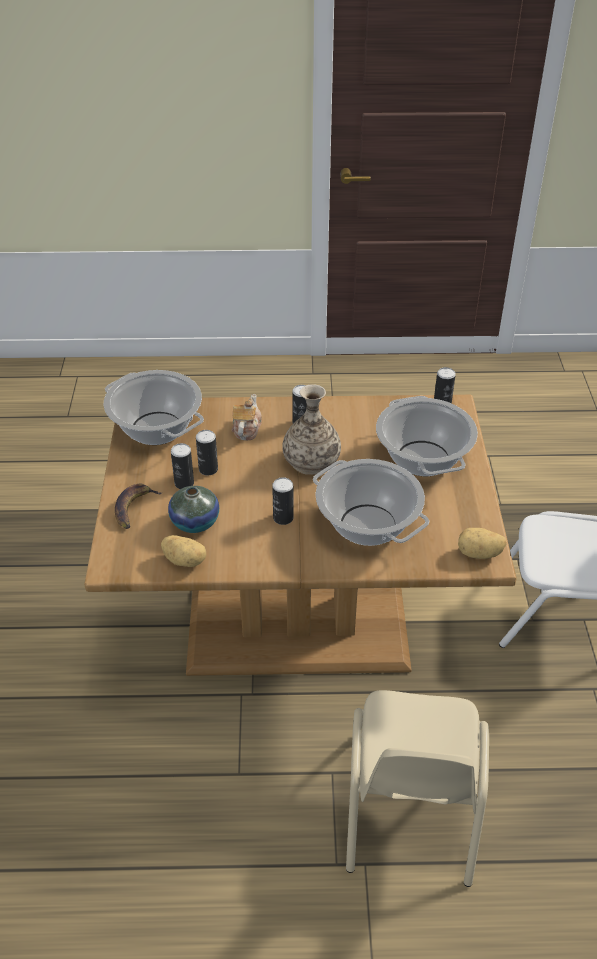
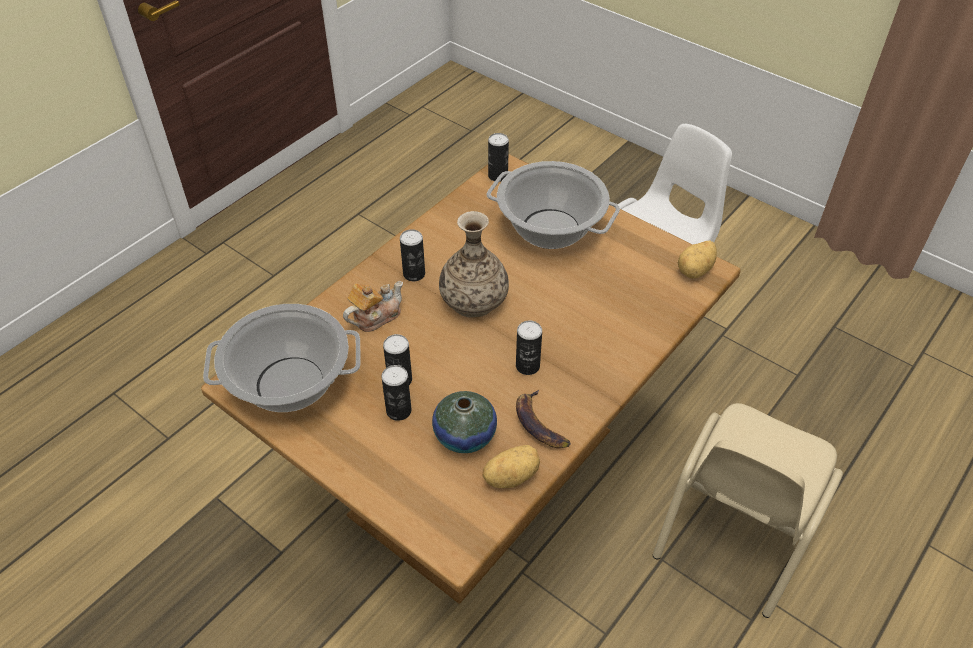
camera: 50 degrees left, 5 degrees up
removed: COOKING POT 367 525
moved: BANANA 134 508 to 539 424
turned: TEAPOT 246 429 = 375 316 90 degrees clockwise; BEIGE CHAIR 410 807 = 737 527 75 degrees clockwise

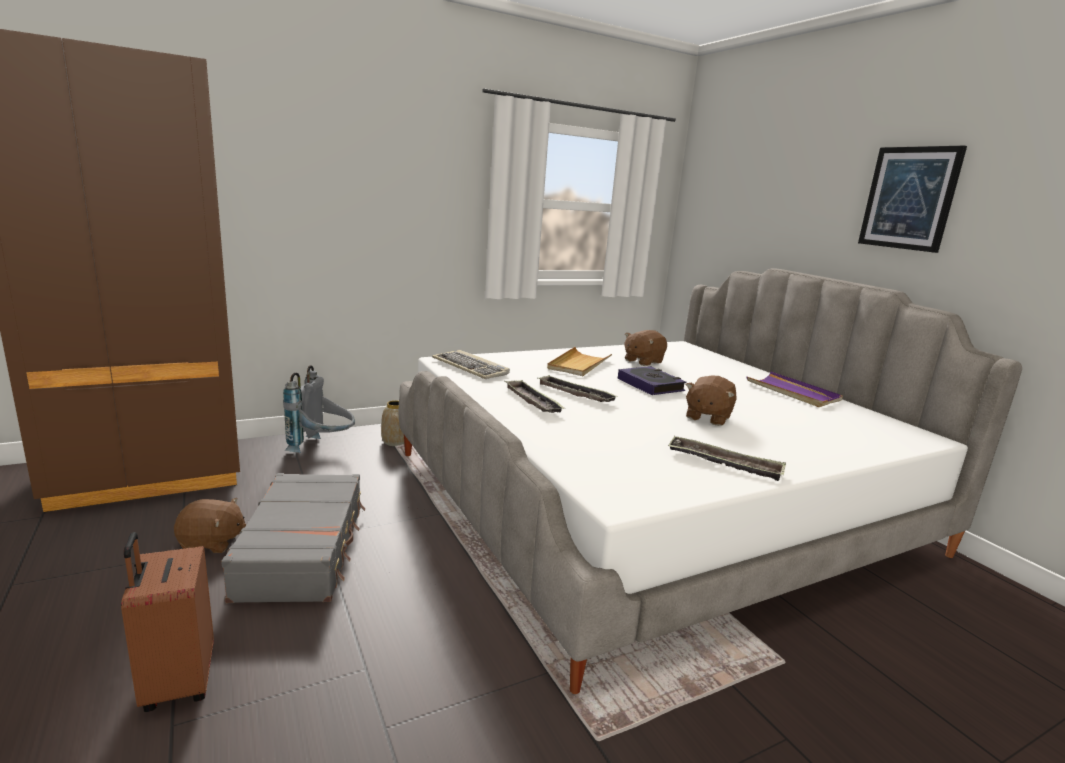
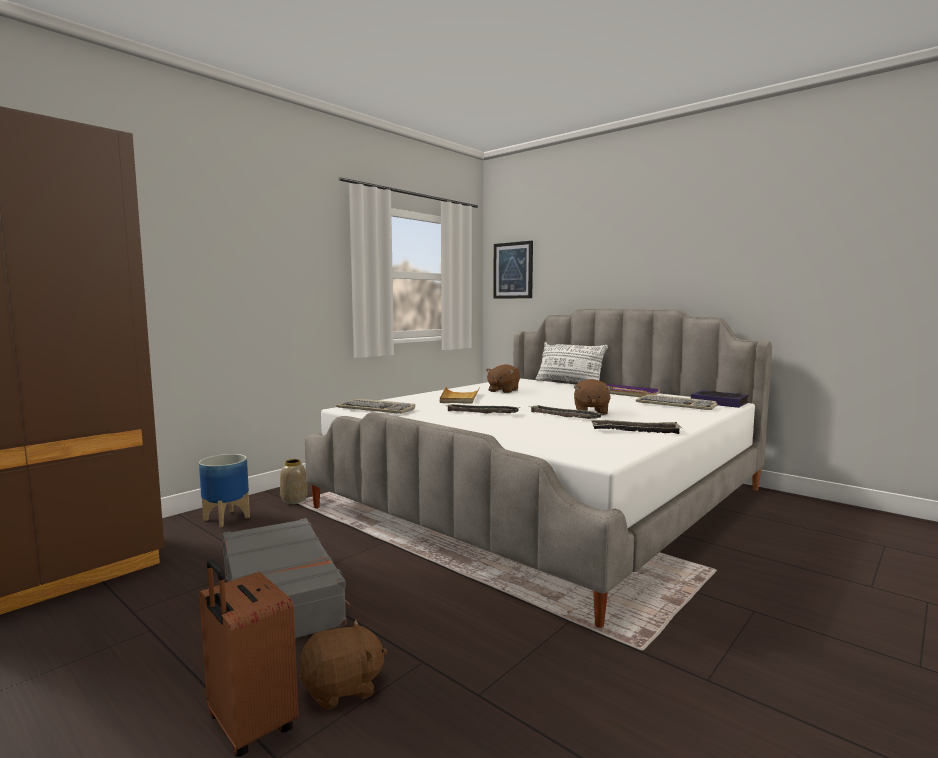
camera: 20 degrees left, 10 degrees down
added: WHITE PILLOW 569 383; KEYBOARD 676 405
moved: BROWN PLUSH TOY 212 543 to 342 688; PICTURE 909 198 to 513 270; TRAY 532 401 to 564 416; BOOK 650 385 to 719 403
replaced: GREY BACKPACK 323 448 to PLANTER 226 518

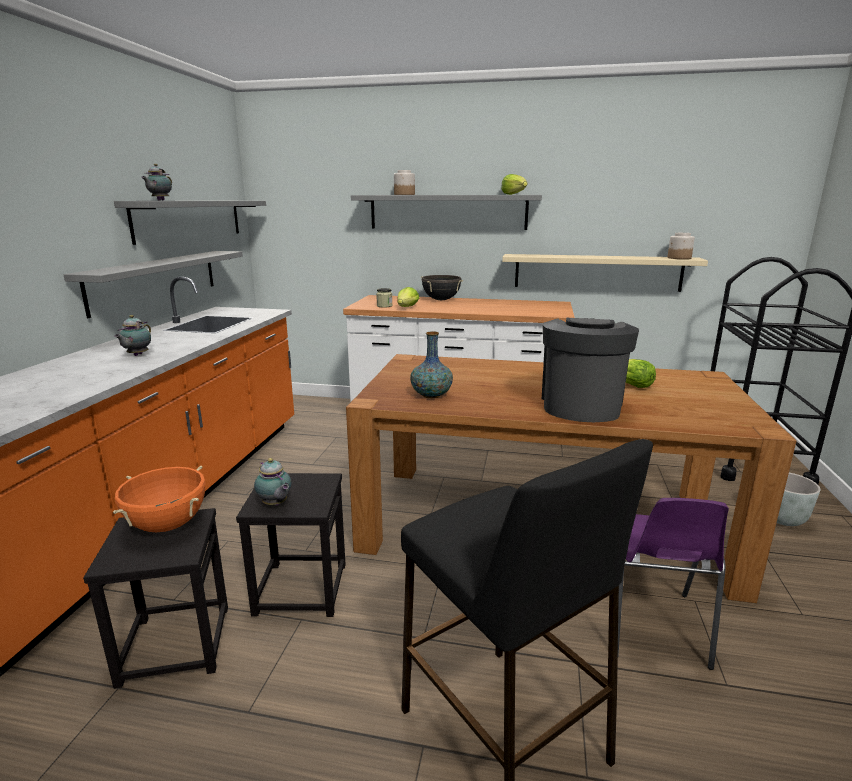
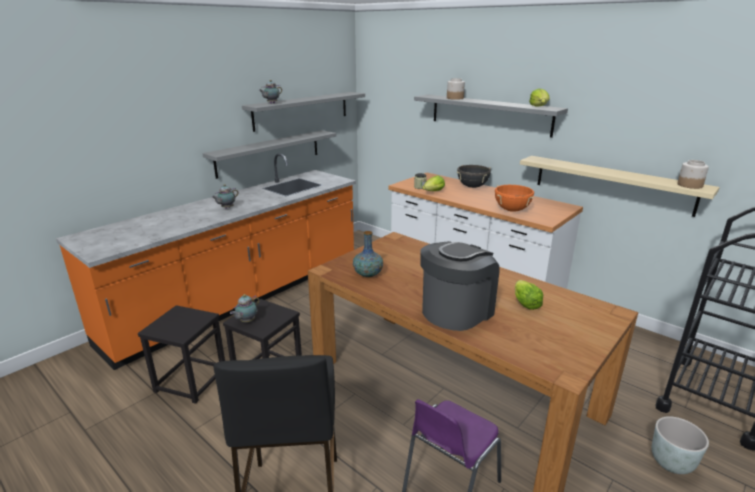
camera: 30 degrees right, 5 degrees up
moved: ORANGE COOKING POT 168 525 to 512 210
turned: TEAPOT 275 504 = 246 321 45 degrees clockwise

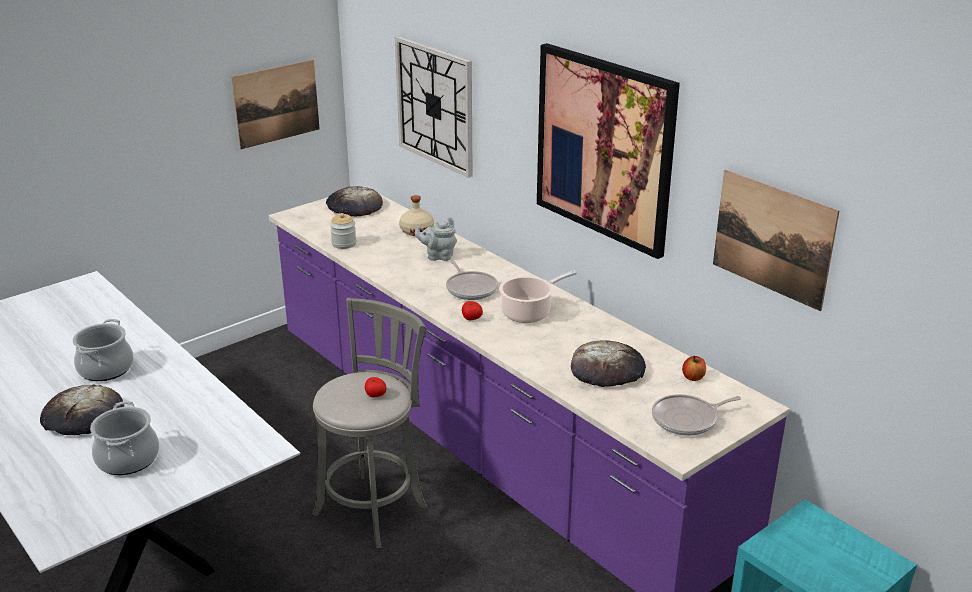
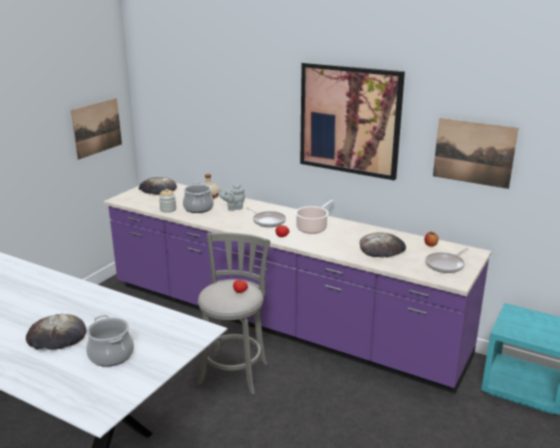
camera: 20 degrees left, 5 degrees down
removed: WALL CLOCK 435 105
moved: COOKING POT 106 369 to 198 208

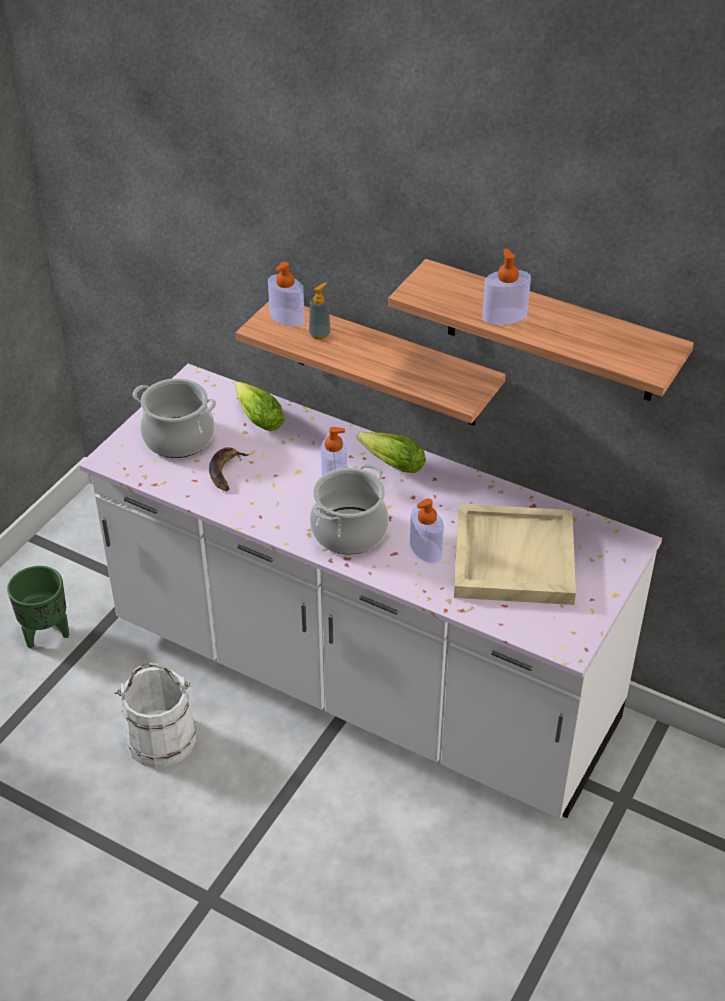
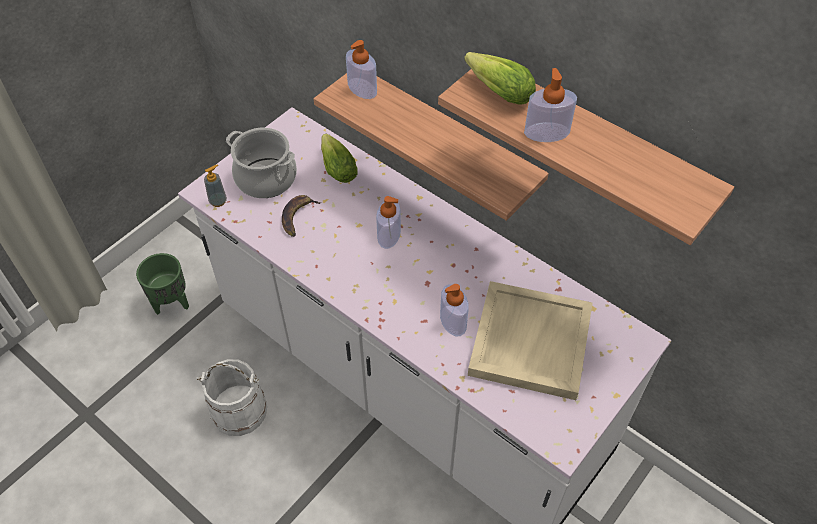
camera: 10 degrees right, 10 degrees up
removed: COOKING POT 349 531
moved: SOAP DISPENSER 320 334 to 218 201; LETTUCE 389 463 to 496 90

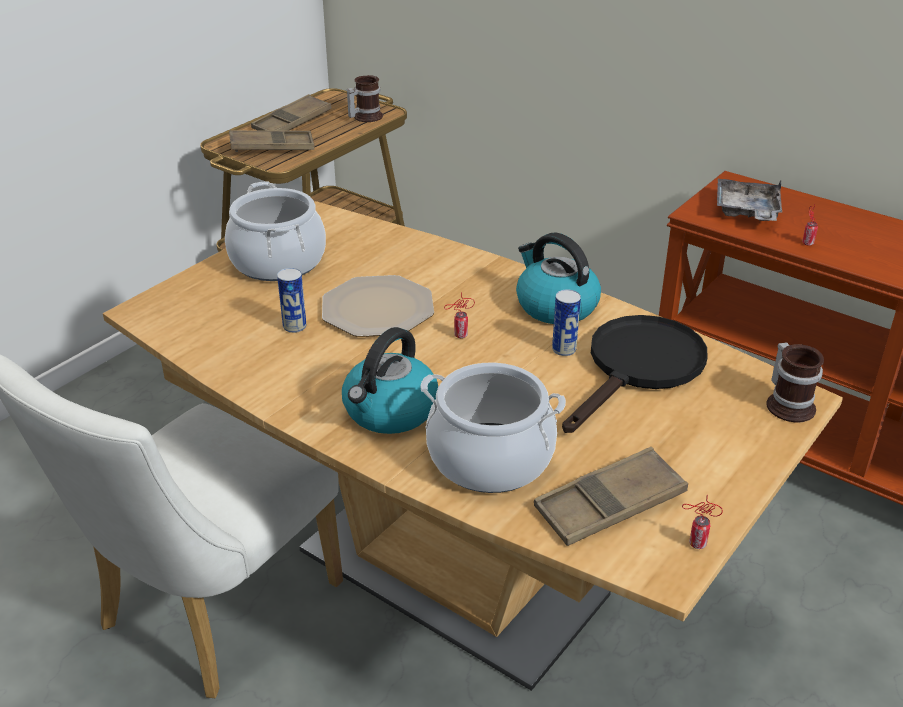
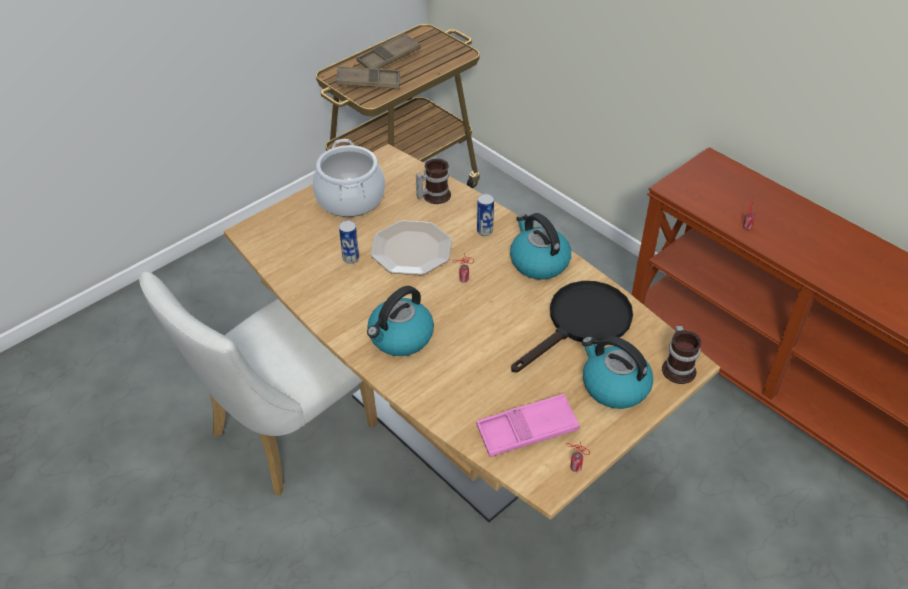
camera: 10 degrees right, 10 degrees up
removed: COOKING POT 490 459; GREY TRAY 747 212
added: KETTLE 614 386
moved: MUG 365 117 to 433 195; CAN 564 349 to 484 231
recoloured: BROWN TRAY 609 504 to PINK TRAY 527 430

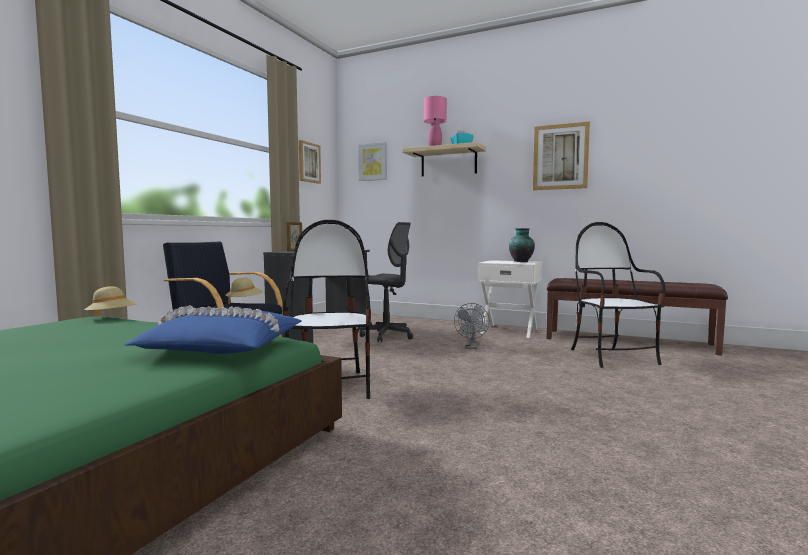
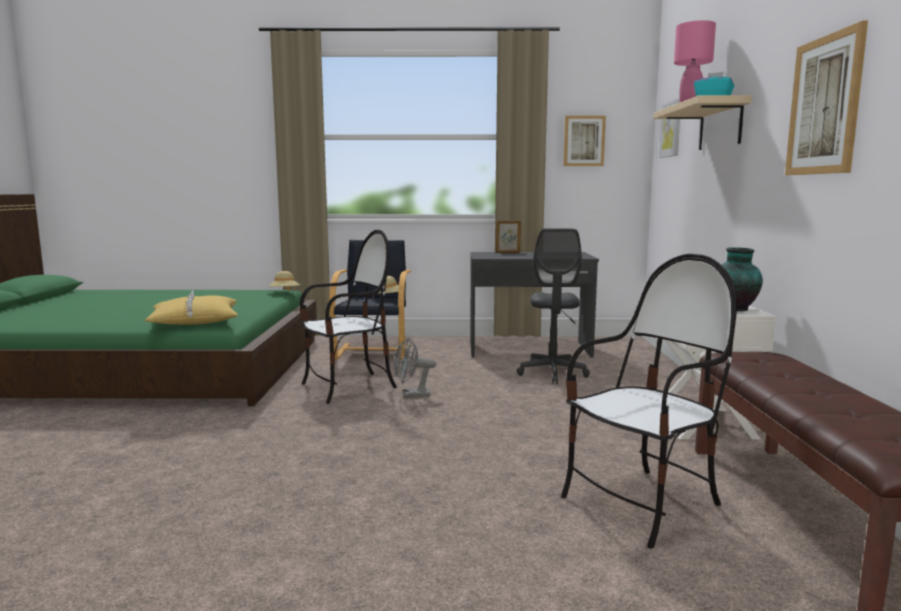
camera: 65 degrees right, 5 degrees up
moved: GREY FAN 472 347 to 411 395
recoloured: BLUE PILLOW 222 348 to YELLOW PILLOW 194 321

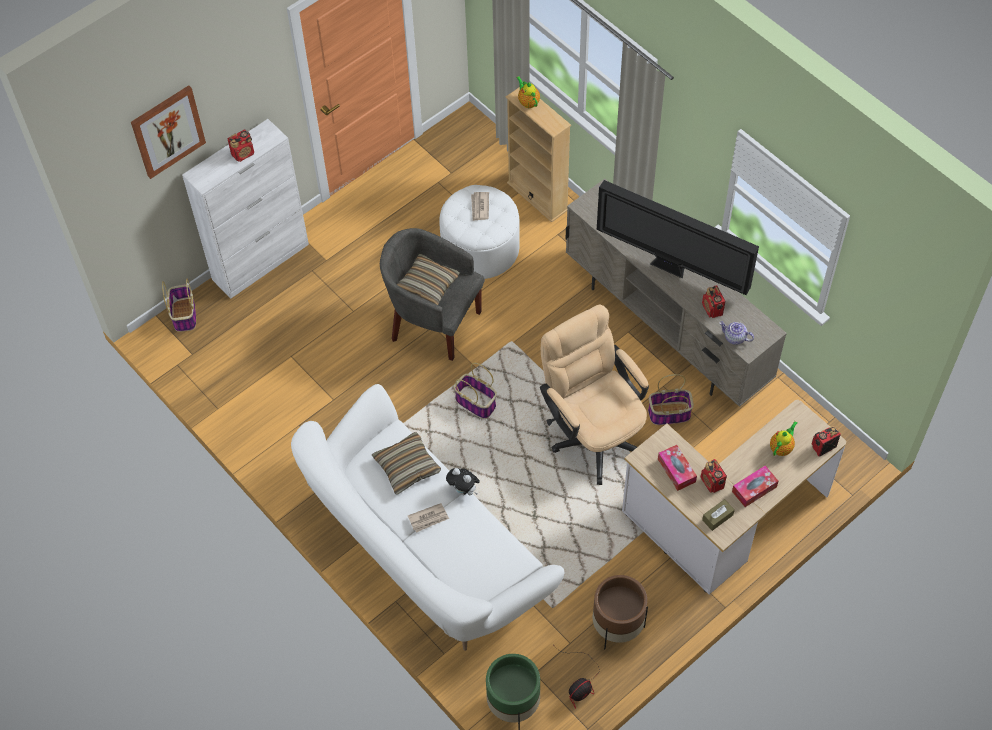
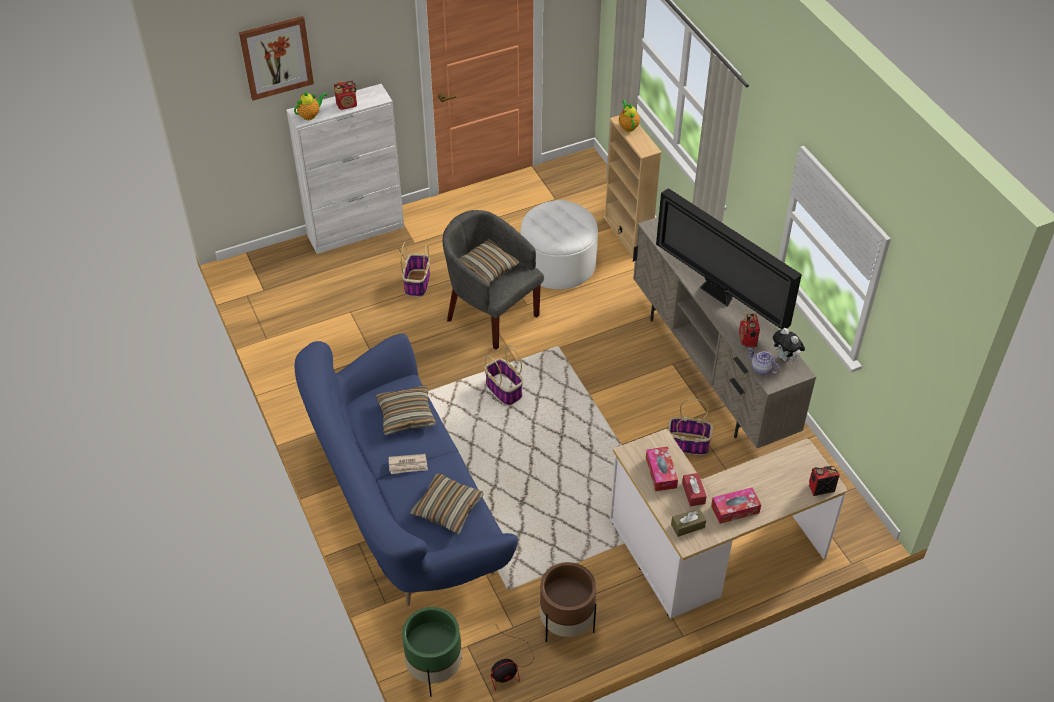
camera: 15 degrees right, 10 degrees down
removed: NEWSPAPER 479 207; BEIGE OFFICE CHAIR 593 432
added: PILLOW 447 508
moved: TEAPOT 781 447 to 310 115; BASKET 184 314 to 417 283; PLUSH TOY 464 490 to 786 358
replaced: RADIO 712 483 to RED TISSUE BOX 693 493
recoloured: WHITE SOFA 425 552 to BLUE SOFA 404 507

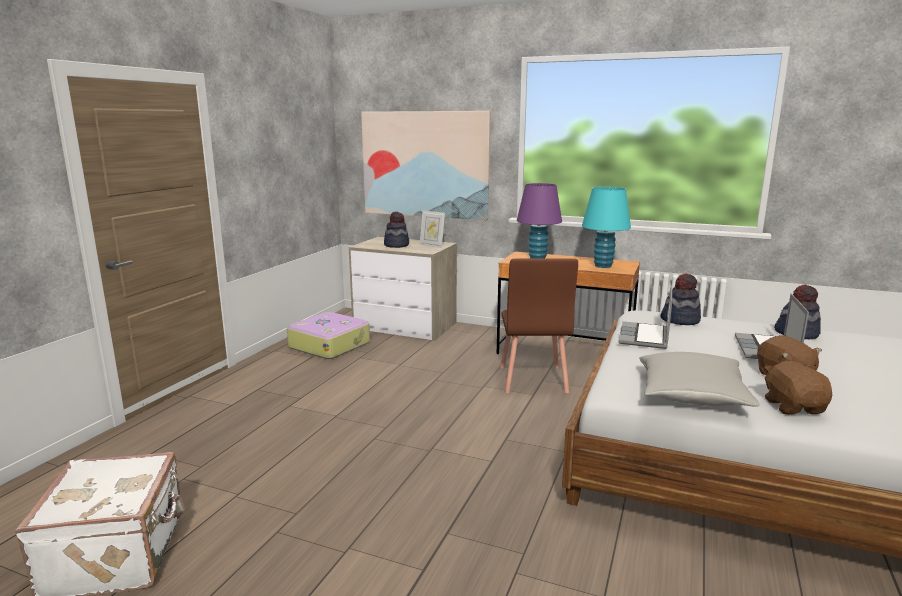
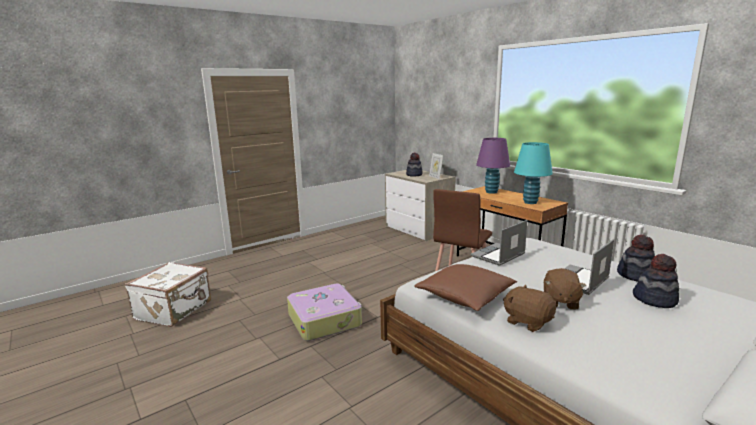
camera: 30 degrees right, 0 degrees up
removed: PICTURE 425 164
moved: SUITCASE 330 345 to 325 320; HAT 680 320 to 654 299
recoloured: GREY PILLOW 691 395 to BROWN PILLOW 465 297
turned: BROWN PLUSH TOY 793 407 = 527 321 75 degrees counterclockwise

